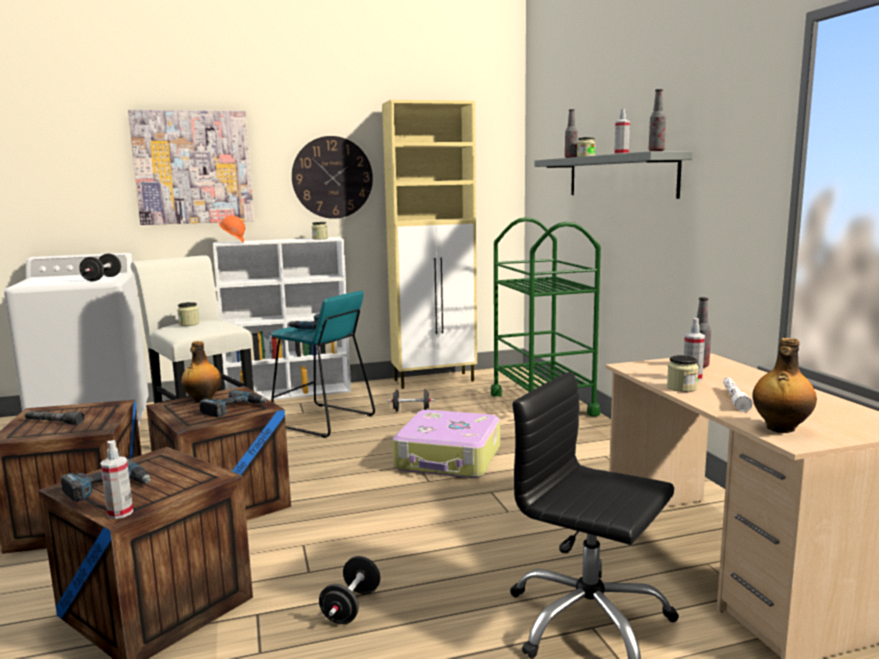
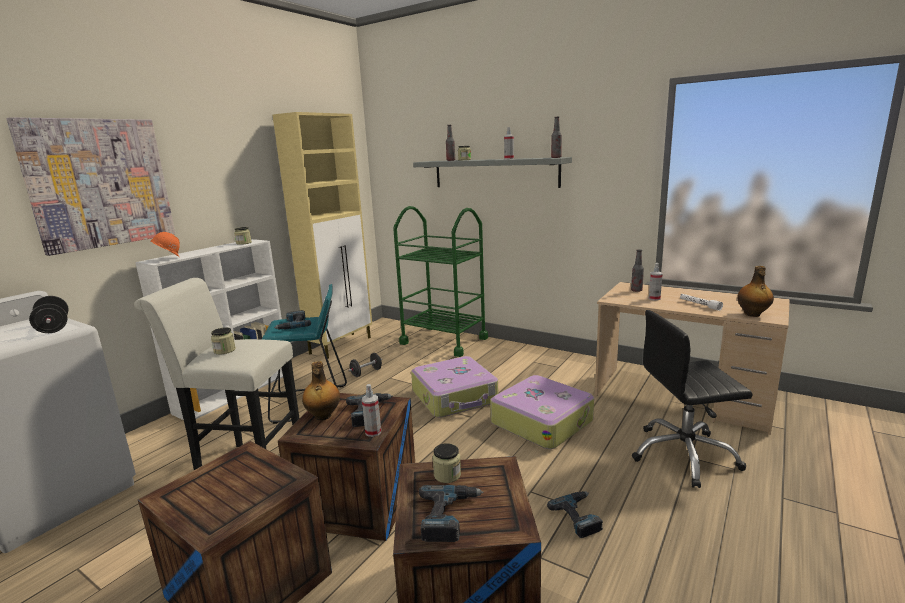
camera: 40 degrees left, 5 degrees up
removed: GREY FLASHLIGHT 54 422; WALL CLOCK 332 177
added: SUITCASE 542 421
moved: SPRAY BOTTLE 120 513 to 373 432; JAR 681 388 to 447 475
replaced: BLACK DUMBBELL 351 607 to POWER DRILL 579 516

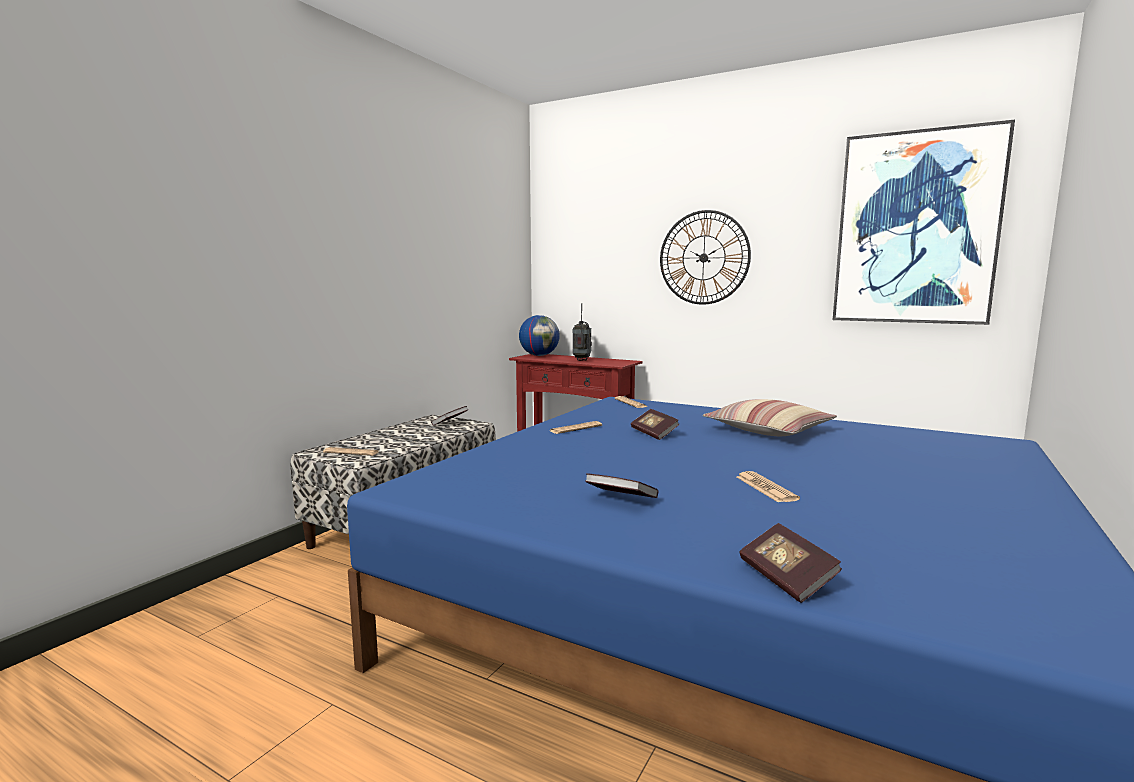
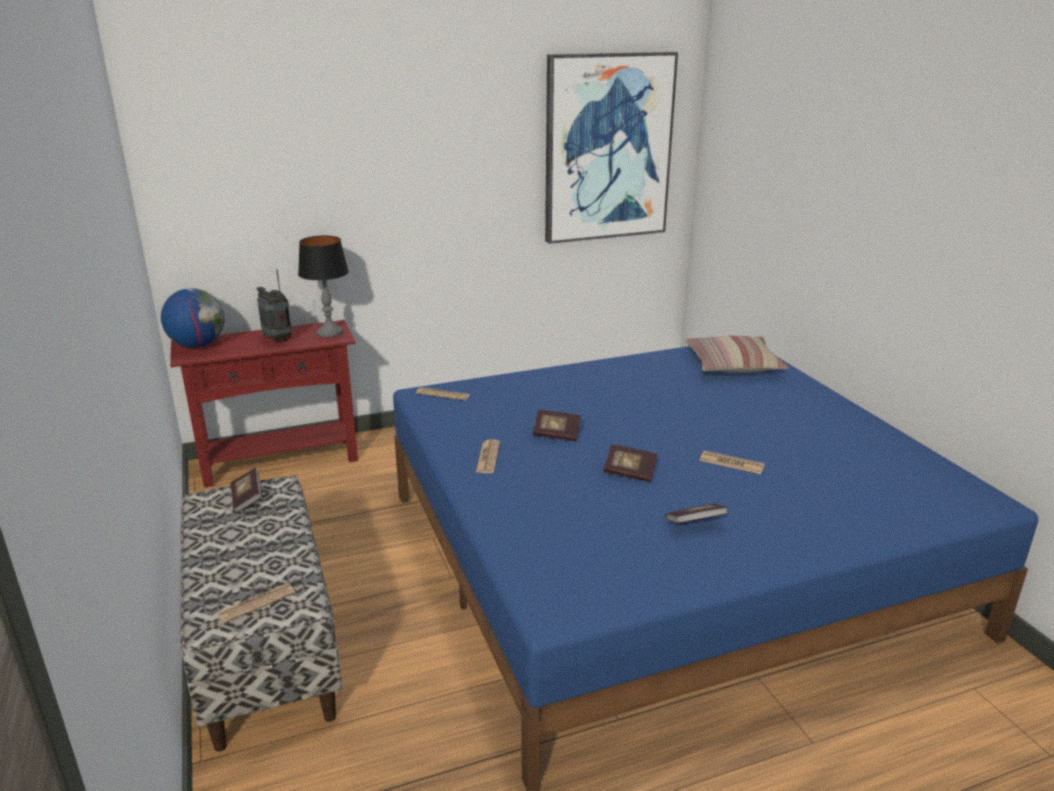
camera: 50 degrees left, 15 degrees up
removed: WALL CLOCK 703 257
added: TABLE LAMP 330 332
moved: BOOK 786 578 to 629 472; PILLOW 768 430 to 733 365

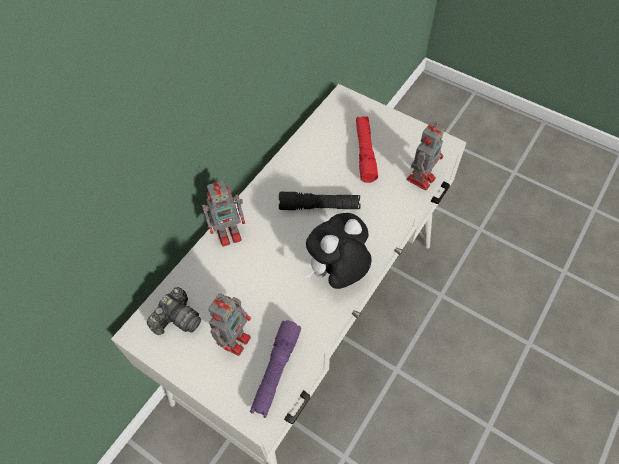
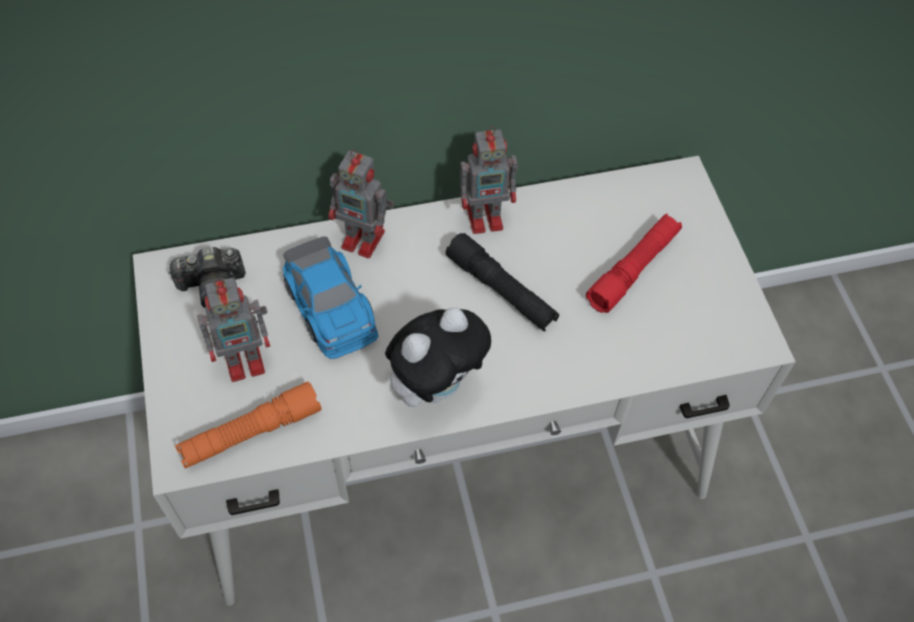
camera: 40 degrees right, 0 degrees up
added: TOY CAR 331 308
moved: TOY ROBOT 421 178 to 487 217
recoloured: PURPLE FLASHLIGHT 276 371 to ORANGE FLASHLIGHT 251 432
turned: PLUSH TOY 337 273 = 436 385 135 degrees clockwise

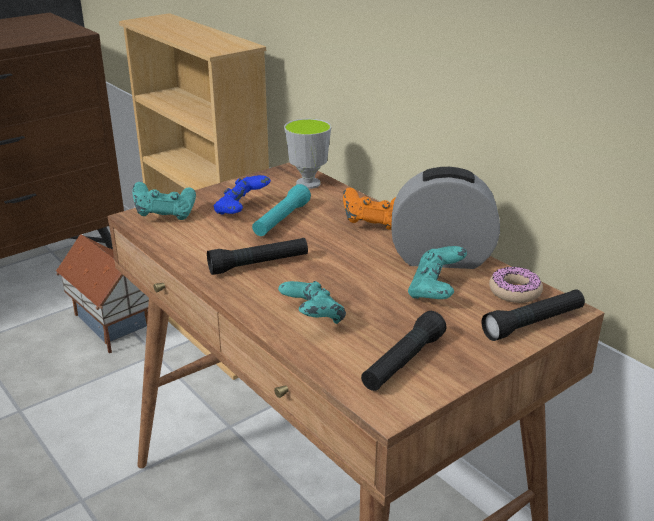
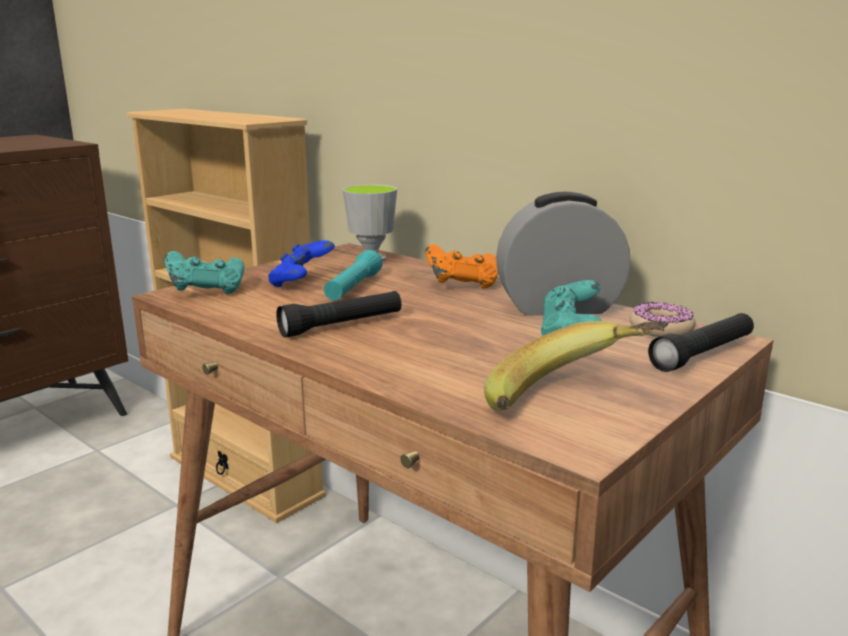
camera: 10 degrees left, 10 degrees down
removed: TOY HOUSE 112 324; TURQUOISE GAME CONTROLLER 312 319
replaced: BLACK FLASHLIGHT 403 362 to BANANA 571 400

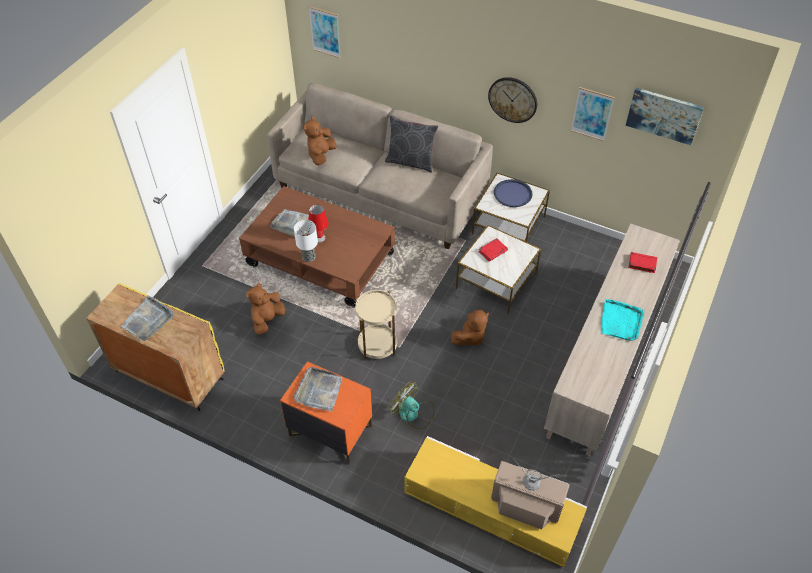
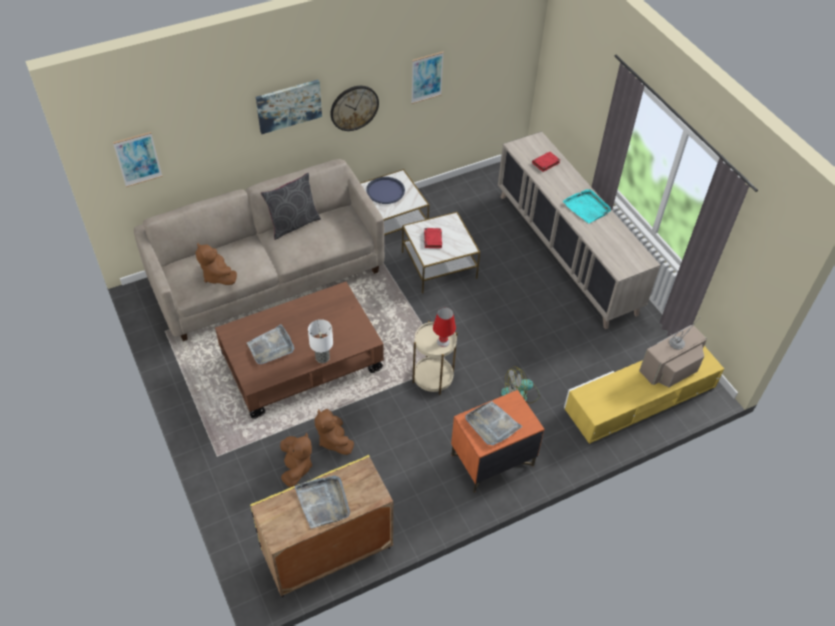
camera: 55 degrees left, 0 degrees up
moved: PICTURE 664 115 to 289 105; BROWN PLUSH TOY 470 337 to 296 467; RED TABLE LAMP 319 238 to 443 342

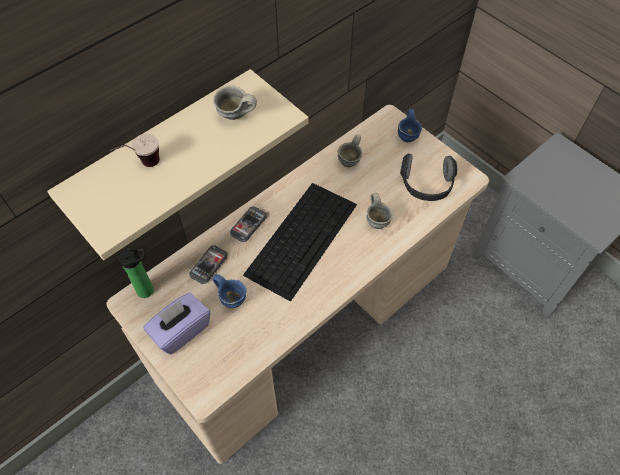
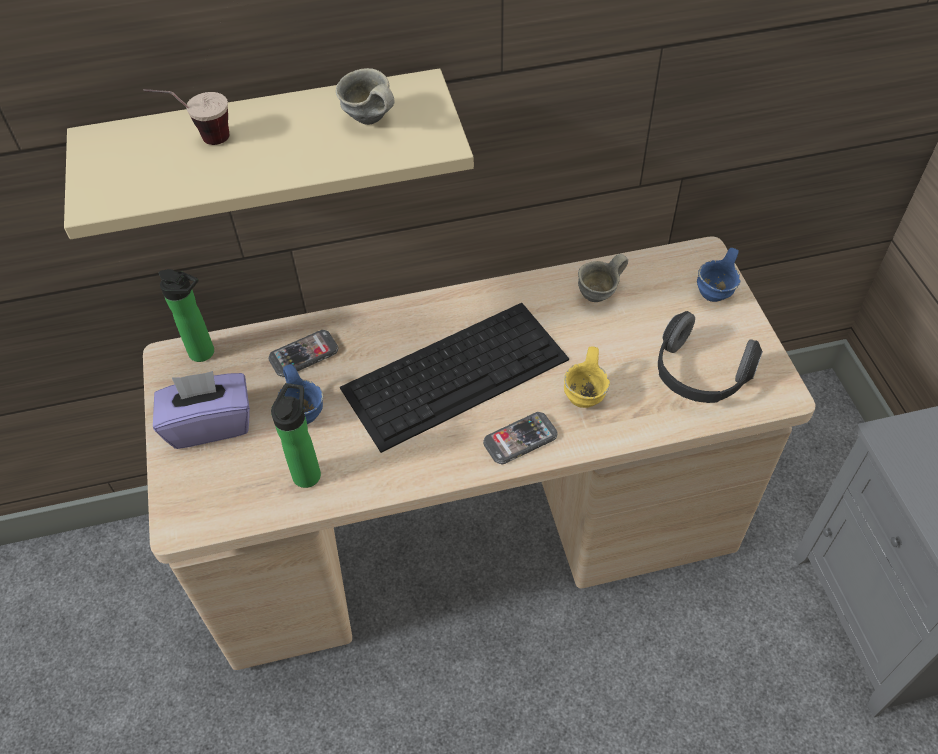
camera: 30 degrees right, 5 degrees down
added: BOTTLE 308 472
moved: PHONE 248 225 to 520 439
recoloured: GREY MUG 378 221 to YELLOW MUG 587 396

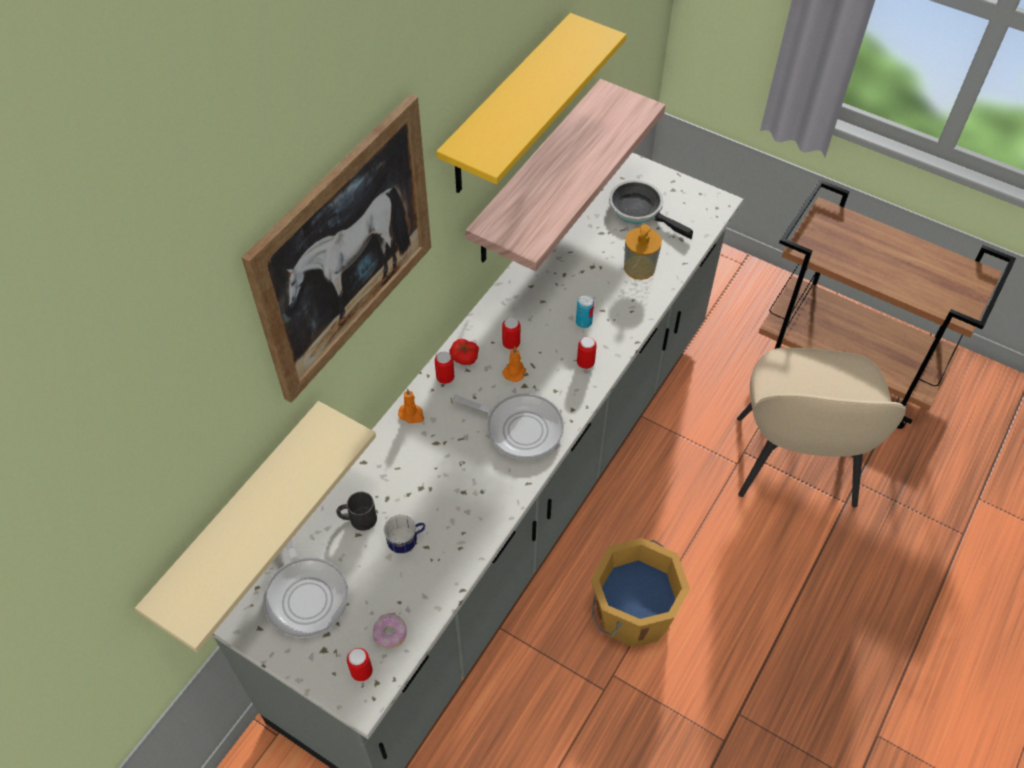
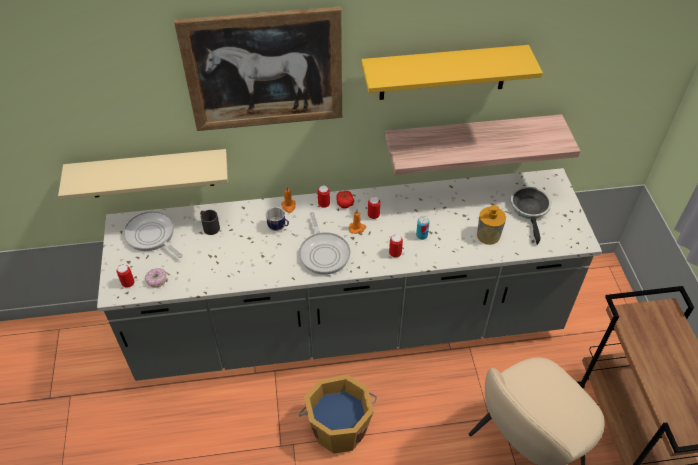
camera: 50 degrees right, 5 degrees down
moved: MUG 407 542 to 279 227
turned: FRYING PAN 306 595 = 152 236 105 degrees clockwise

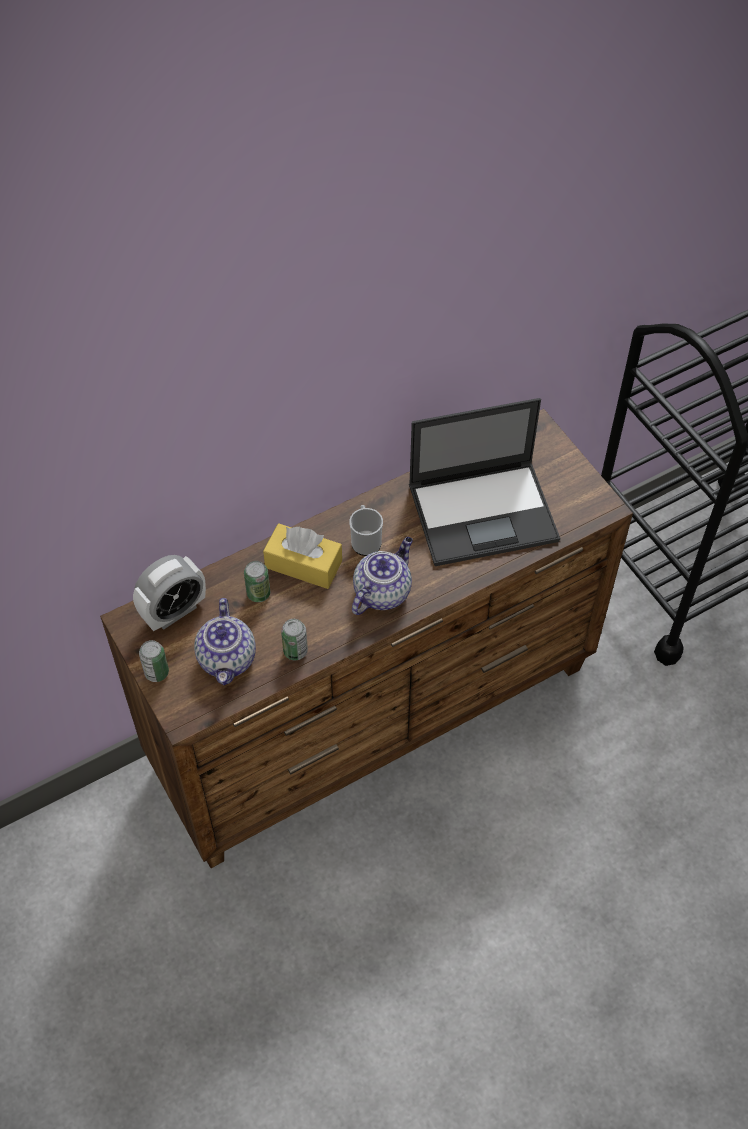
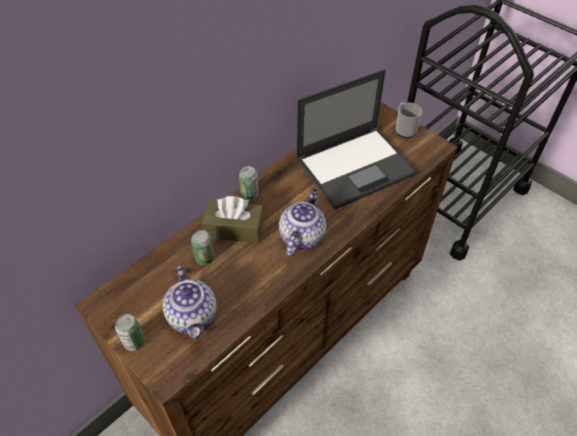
camera: 15 degrees left, 5 degrees down
removed: ALARM CLOCK 174 612
moved: CAN 295 651 to 249 195; MUG 365 540 to 404 129
recoloured: YELLOW TISSUE BOX 303 564 to BROWN TISSUE BOX 234 229

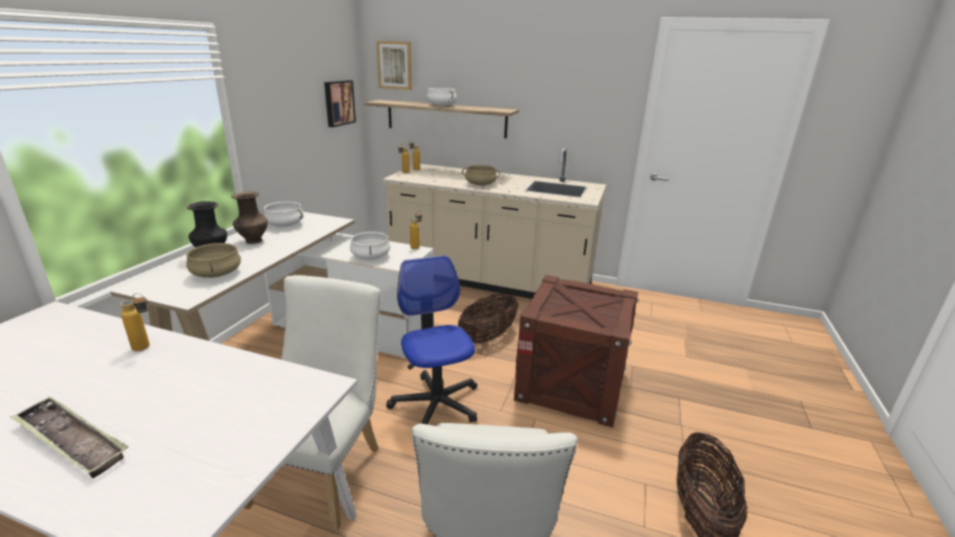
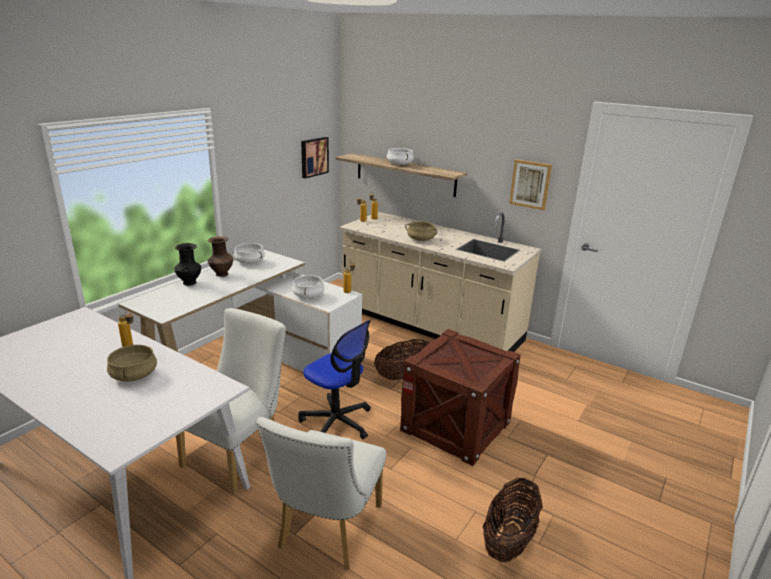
camera: 15 degrees right, 0 degrees up
removed: TRAY 71 441
moved: BEIGE COOKING POT 216 273 to 133 375; PICTURE 395 65 to 530 184
turned: OFFICE CHAIR 436 404 = 336 422 135 degrees clockwise

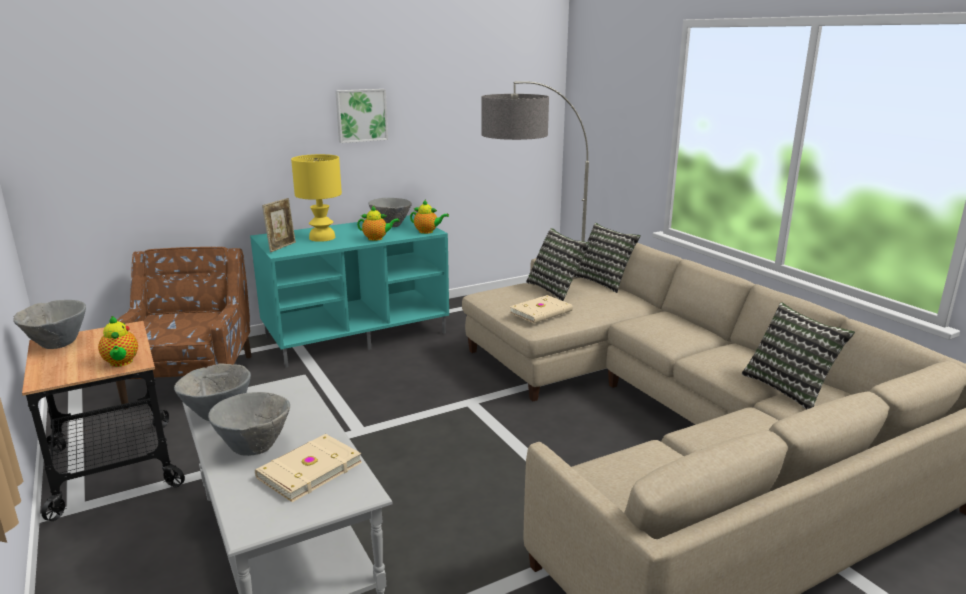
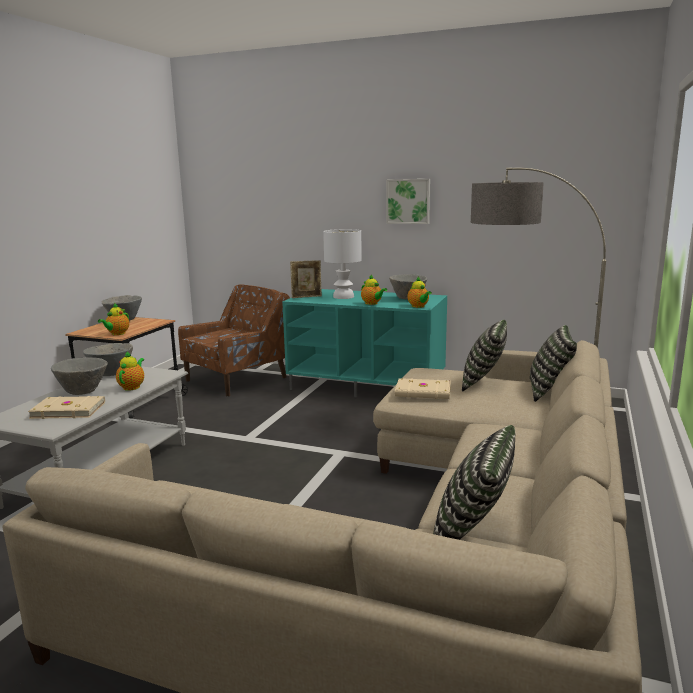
camera: 50 degrees right, 5 degrees down
added: TEAPOT 132 387
recoloured: YELLOW TABLE LAMP 321 238 to WHITE TABLE LAMP 343 297

